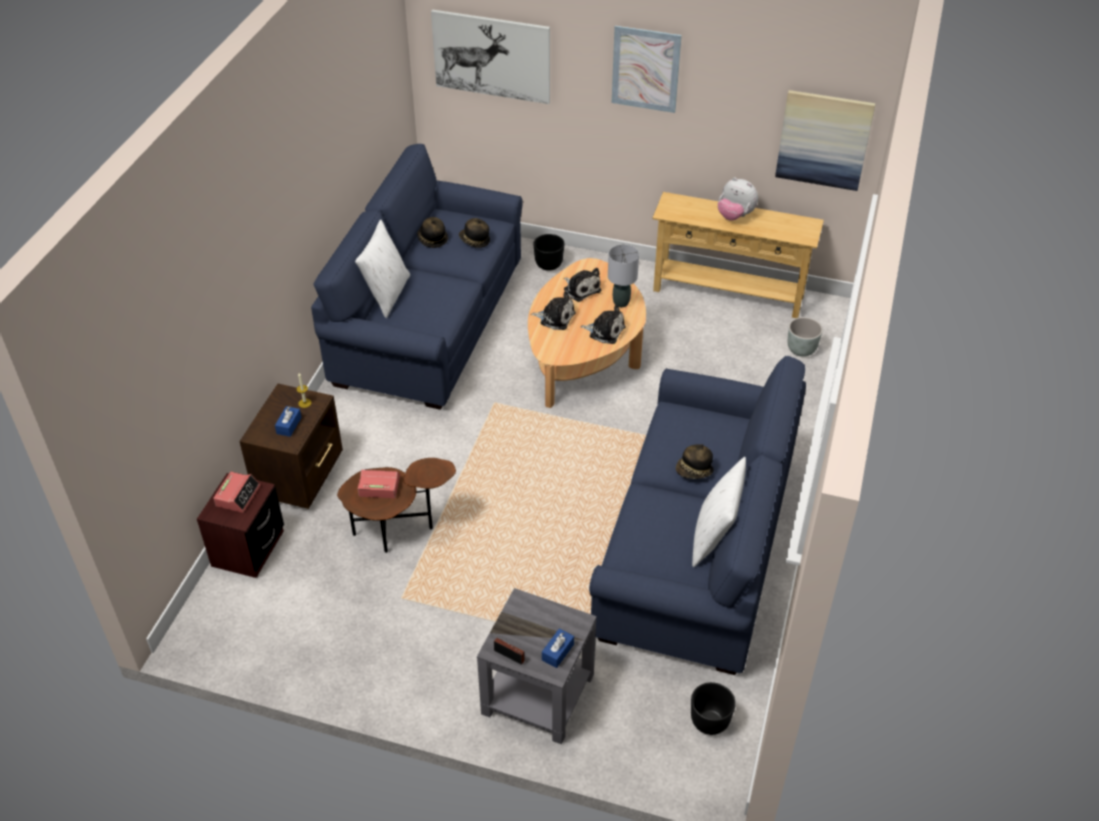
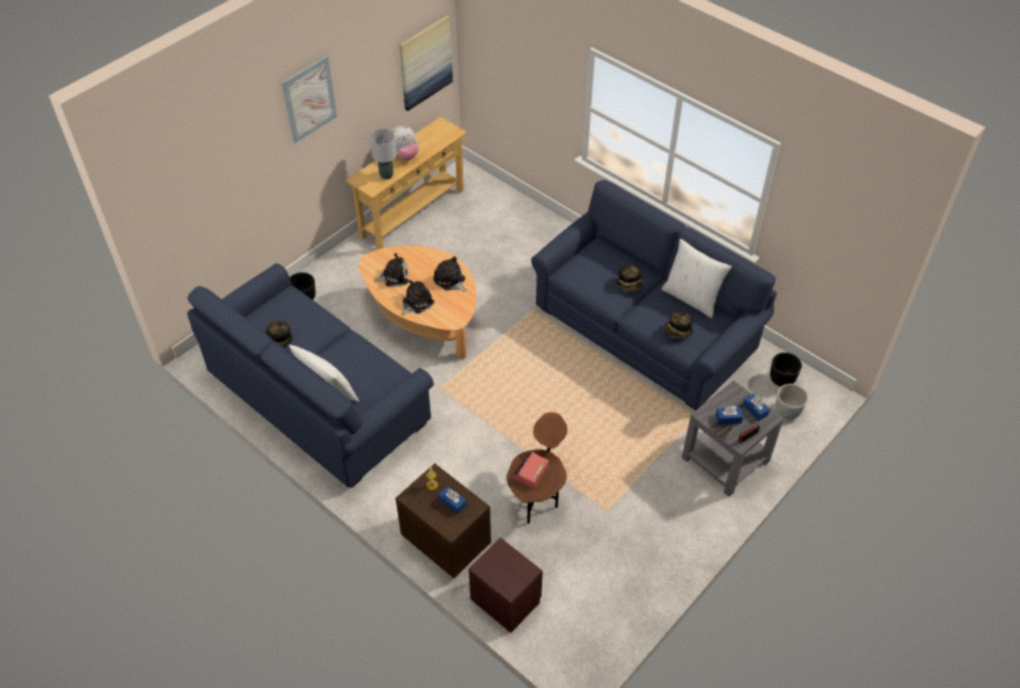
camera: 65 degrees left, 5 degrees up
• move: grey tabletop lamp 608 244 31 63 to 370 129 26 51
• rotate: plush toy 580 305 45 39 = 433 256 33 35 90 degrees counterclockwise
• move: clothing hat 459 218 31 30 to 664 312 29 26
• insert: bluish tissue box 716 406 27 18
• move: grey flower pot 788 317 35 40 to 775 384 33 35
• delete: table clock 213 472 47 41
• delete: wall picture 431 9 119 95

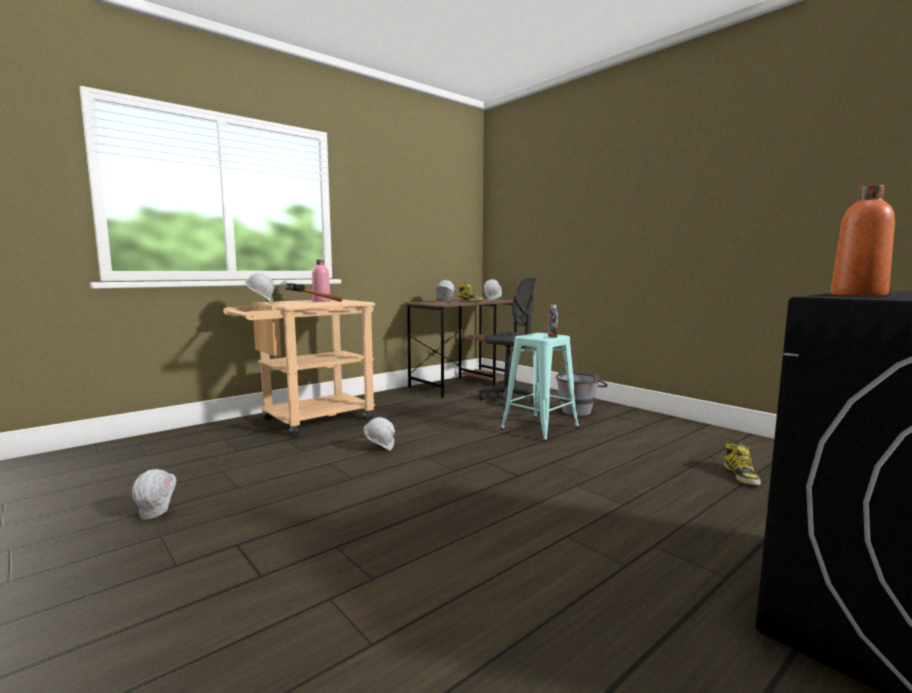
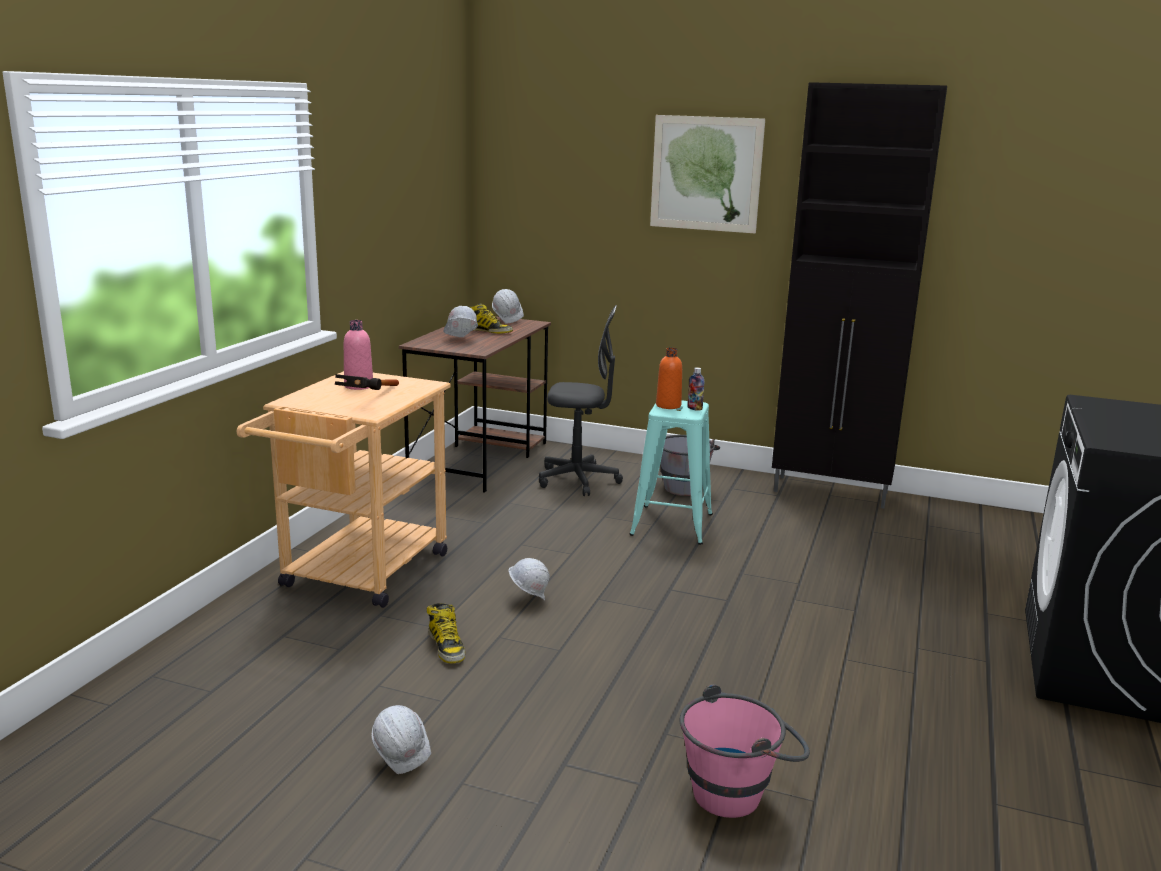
camera: 30 degrees left, 10 degrees up
• move: high-top boot 723 444 38 42 to 427 603 38 61
• insert: wall picture 650 115 115 118
• move: orangey beverage bottle 831 185 64 111 to 656 347 26 62
• insert: pinkish bucket 680 684 130 134
• insert: blackish storage cabinet 772 82 175 427
• delete: white-coloured safety helmet 245 273 30 30

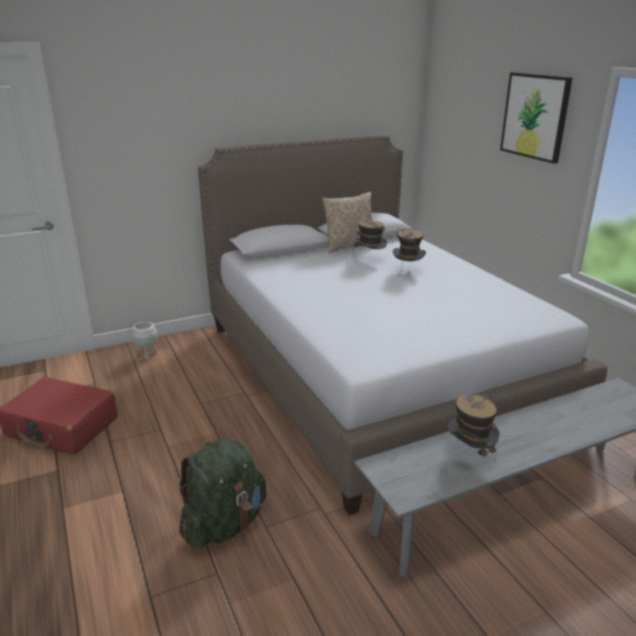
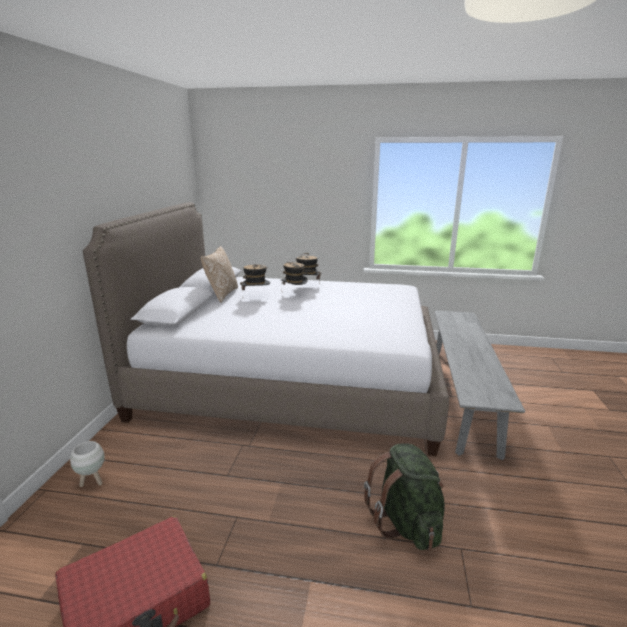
camera: 55 degrees left, 5 degrees down
• move: clothing hat 447 393 52 71 to 295 252 26 33
• delete: wall picture 500 72 72 92

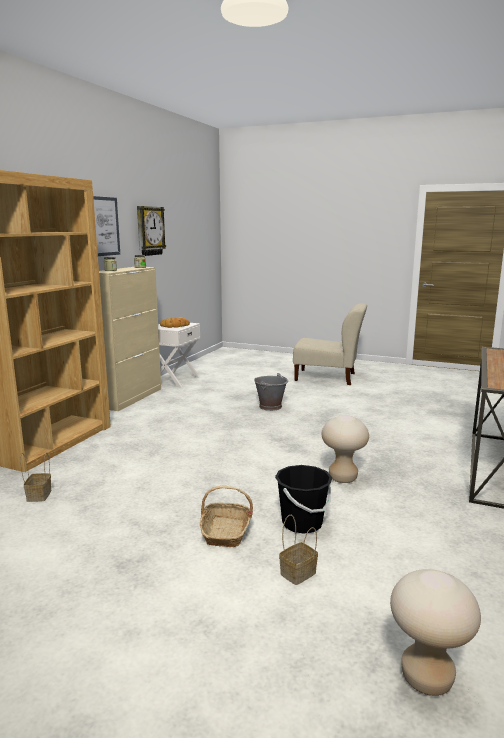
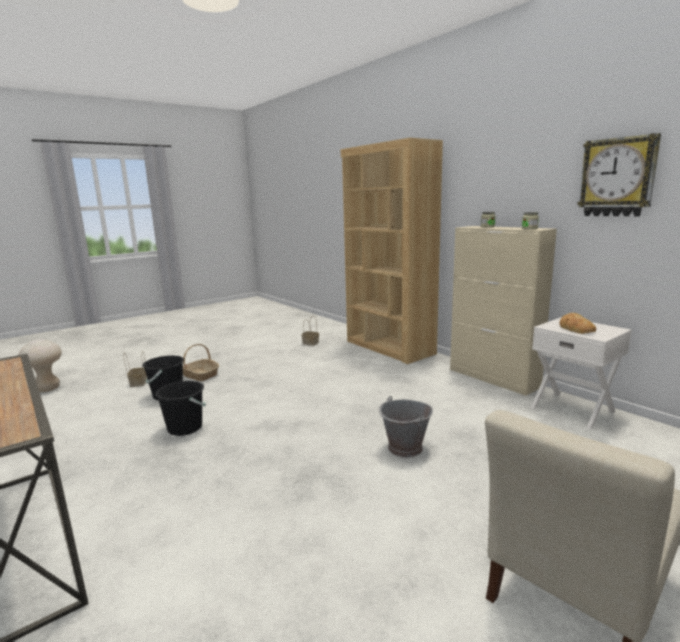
camera: 120 degrees right, 0 degrees up
• replace: sand-coloured stool 322 415 47 68 to blackish bucket 155 381 51 55
• delete: wall picture 93 196 27 60

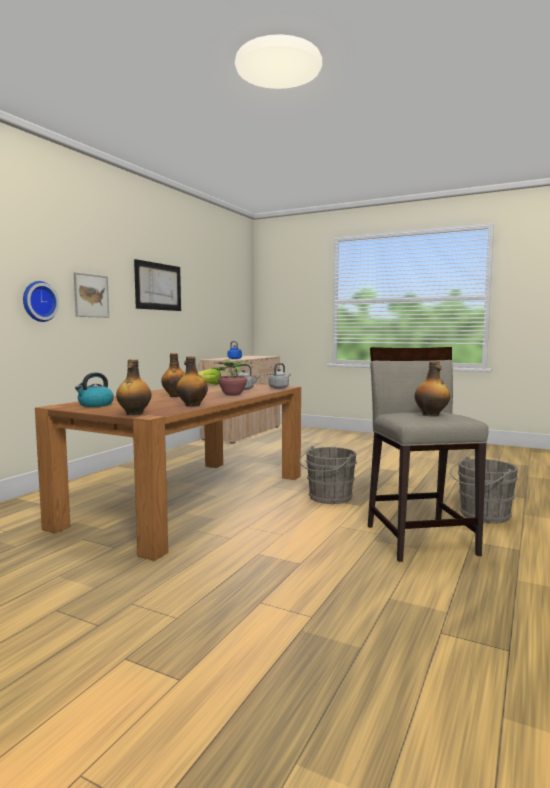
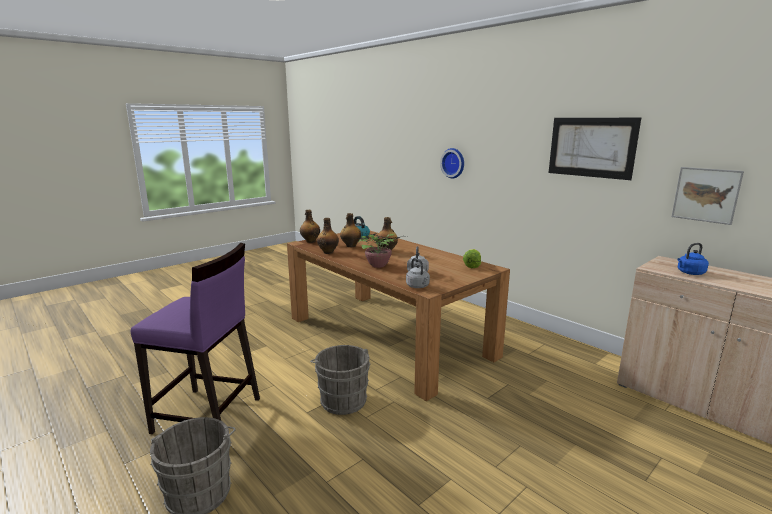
camera: 110 degrees right, 10 degrees up
• recolor: sand-coloured stool 368 347 121 215 to purple-coloured stool 131 243 129 191
• move: beverage bottle 415 361 35 55 to 340 213 21 34
• move: wall picture 74 272 35 46 to 672 167 72 58

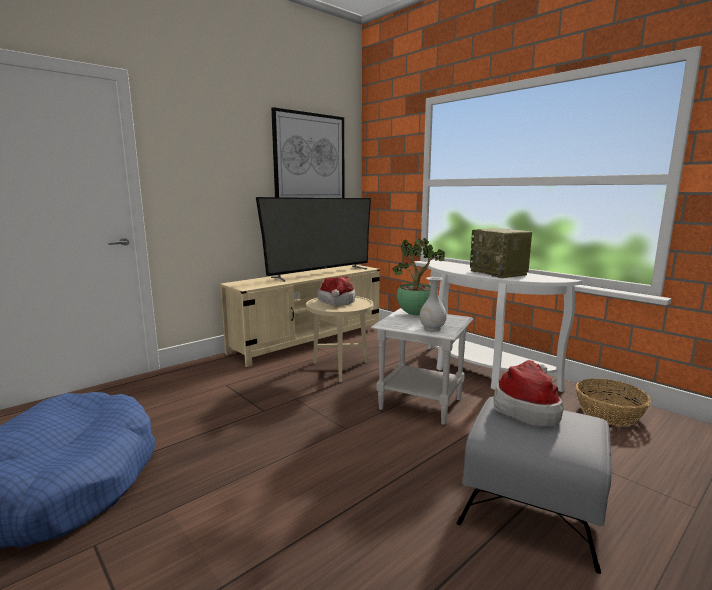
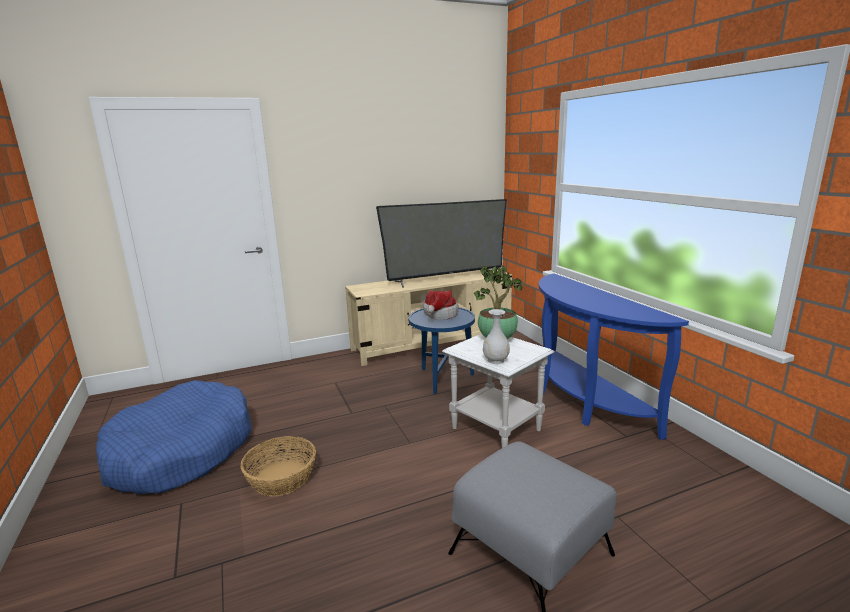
camera: 20 degrees right, 5 degrees up
• move: basket 576 378 75 48 to 241 436 75 61
• recolor: sand-coloured side table 306 296 67 86 to bluish side table 409 307 66 87
• recolor: white-coloured hall table 426 260 156 132 to bluish hall table 539 273 150 167
• delete: wall picture 271 107 74 91
• delete: radio set 470 228 62 50
• delete: clothing hat 493 360 70 67

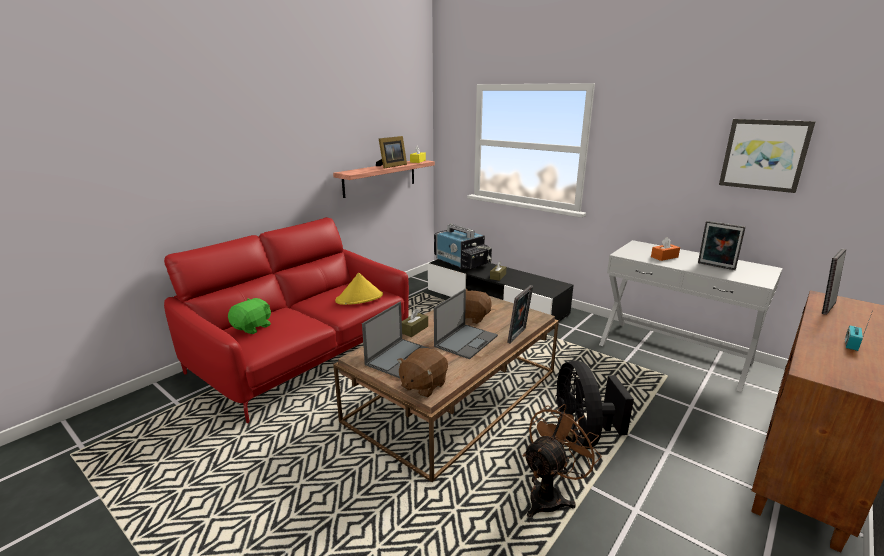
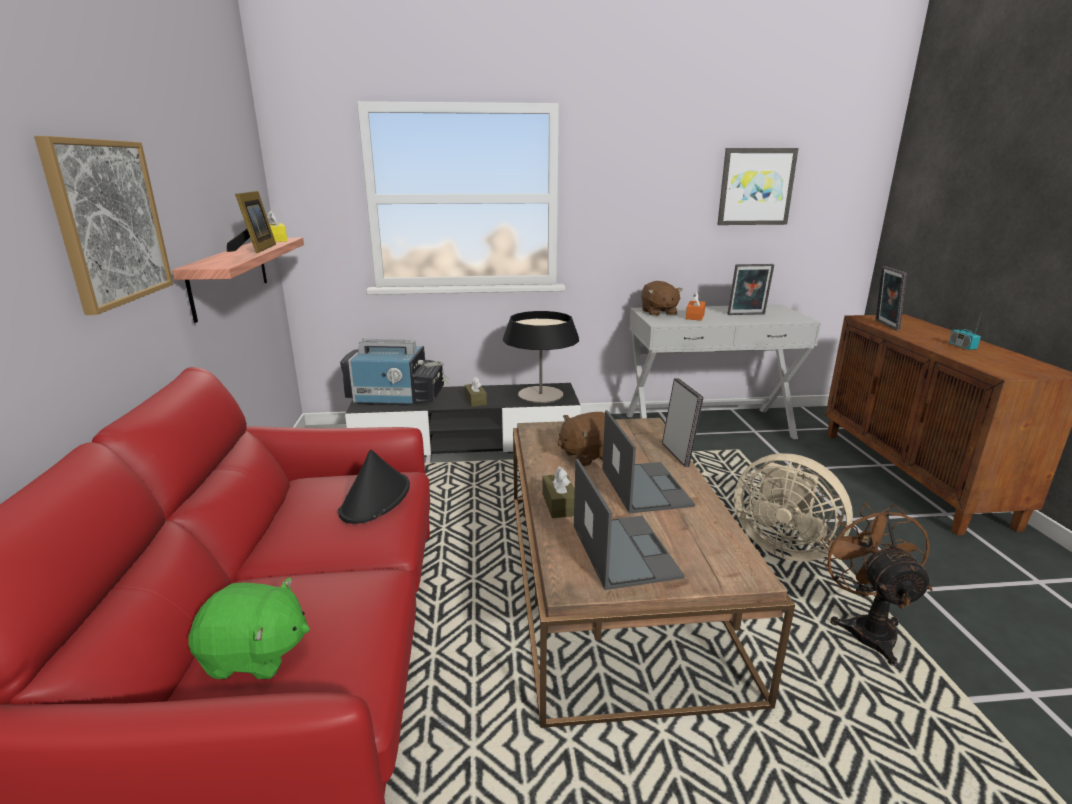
camera: 45 degrees left, 0 degrees up
• insert: wall picture 34 136 139 179
• rotate: green plush toy 228 298 43 36 = 188 577 122 102 105 degrees clockwise
• recolor: yellow clothing hat 335 273 48 32 to blackish clothing hat 338 450 72 74
• insert: tabletop lamp 503 311 76 92
• move: brownish plush toy 397 348 51 50 to 641 281 42 35
• recolor: blackish cooling fan 555 360 79 89 to sand-coloured cooling fan 734 453 119 108

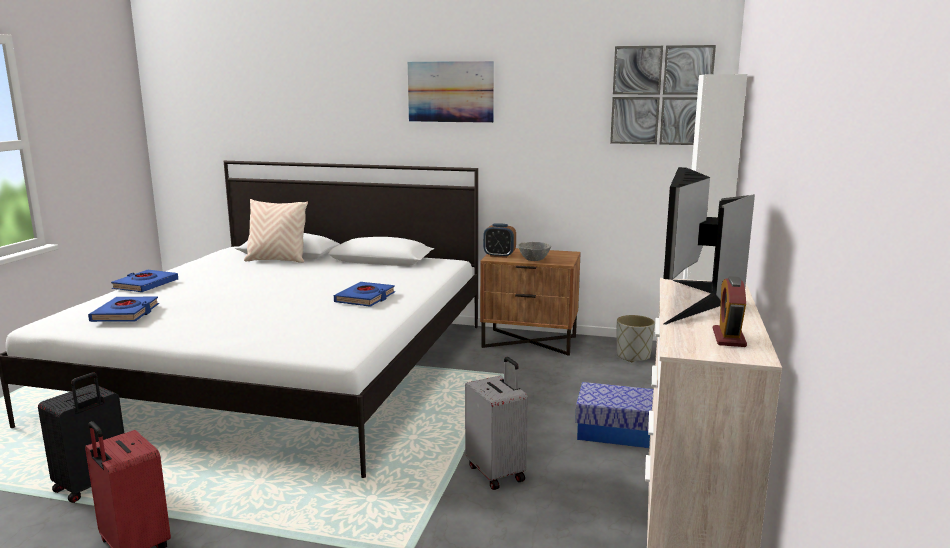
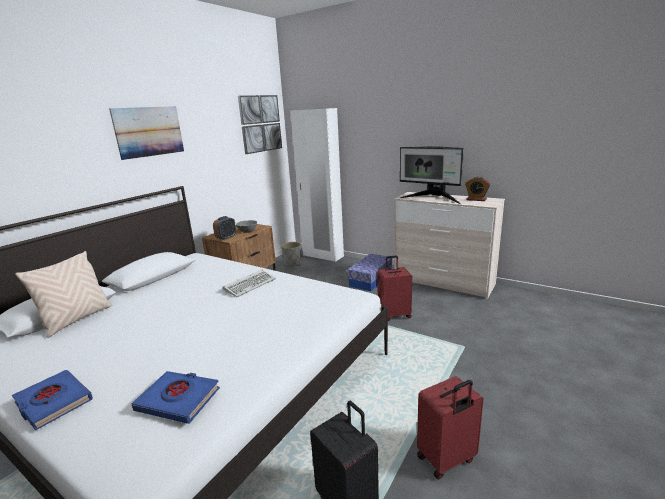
camera: 70 degrees left, 5 degrees up
• replace: bluish volume 334 282 61 25 to PC keyboard 223 269 53 28
• recolor: grey travel case 465 357 63 133 to red travel case 377 256 35 65

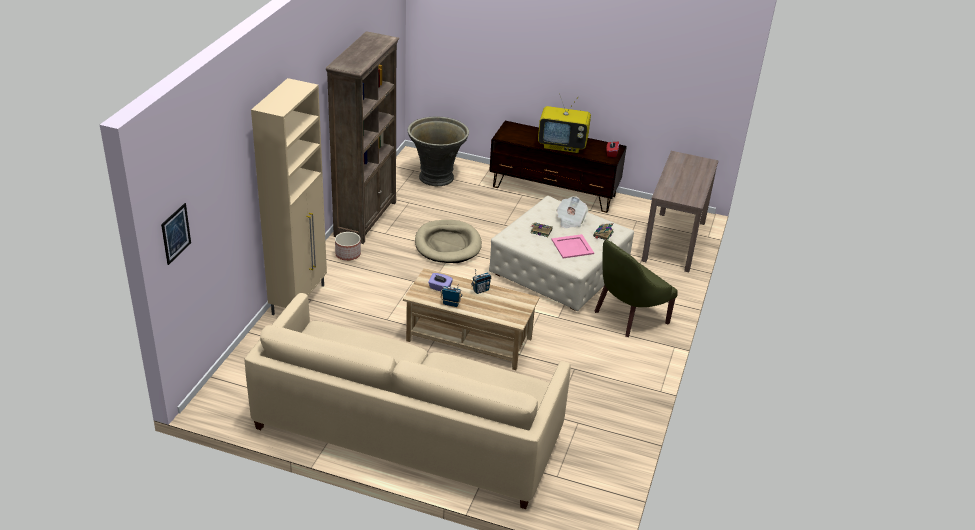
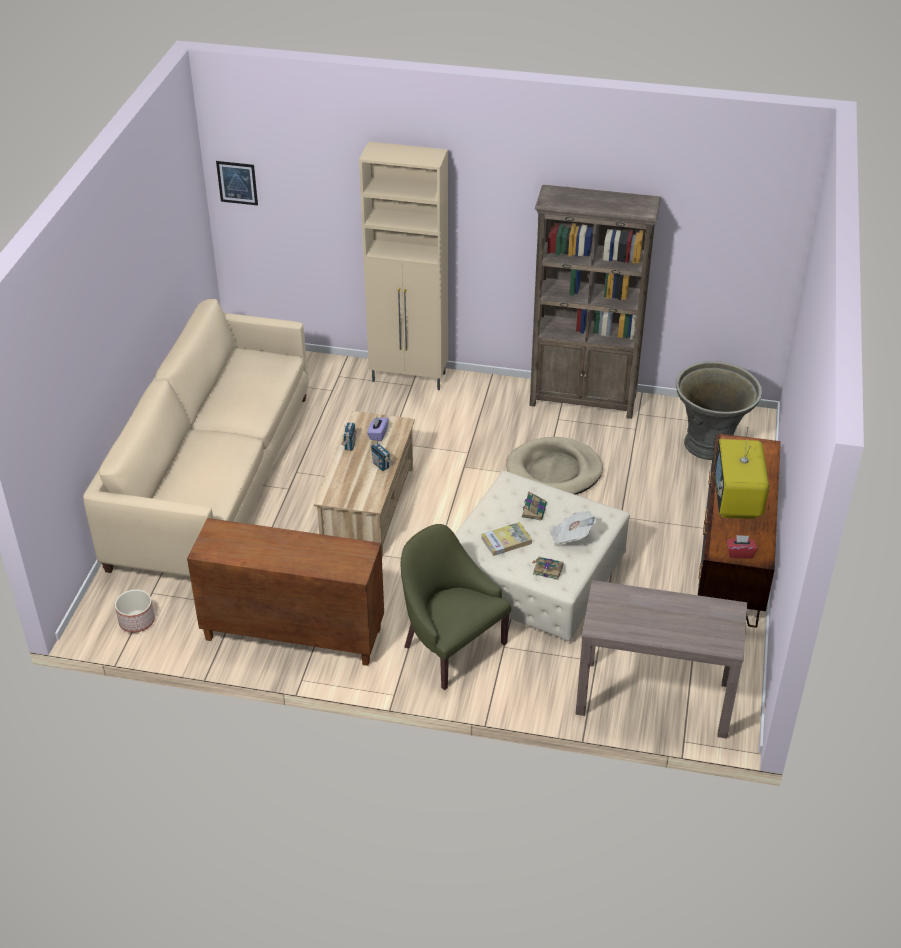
camera: 85 degrees right, 5 degrees up
• move: flower pot 335 232 26 29 to 115 589 40 44
• insert: brownish storage cabinet 187 518 197 148
• replace: pinkish tray 551 234 43 24 to volume 481 522 51 34

